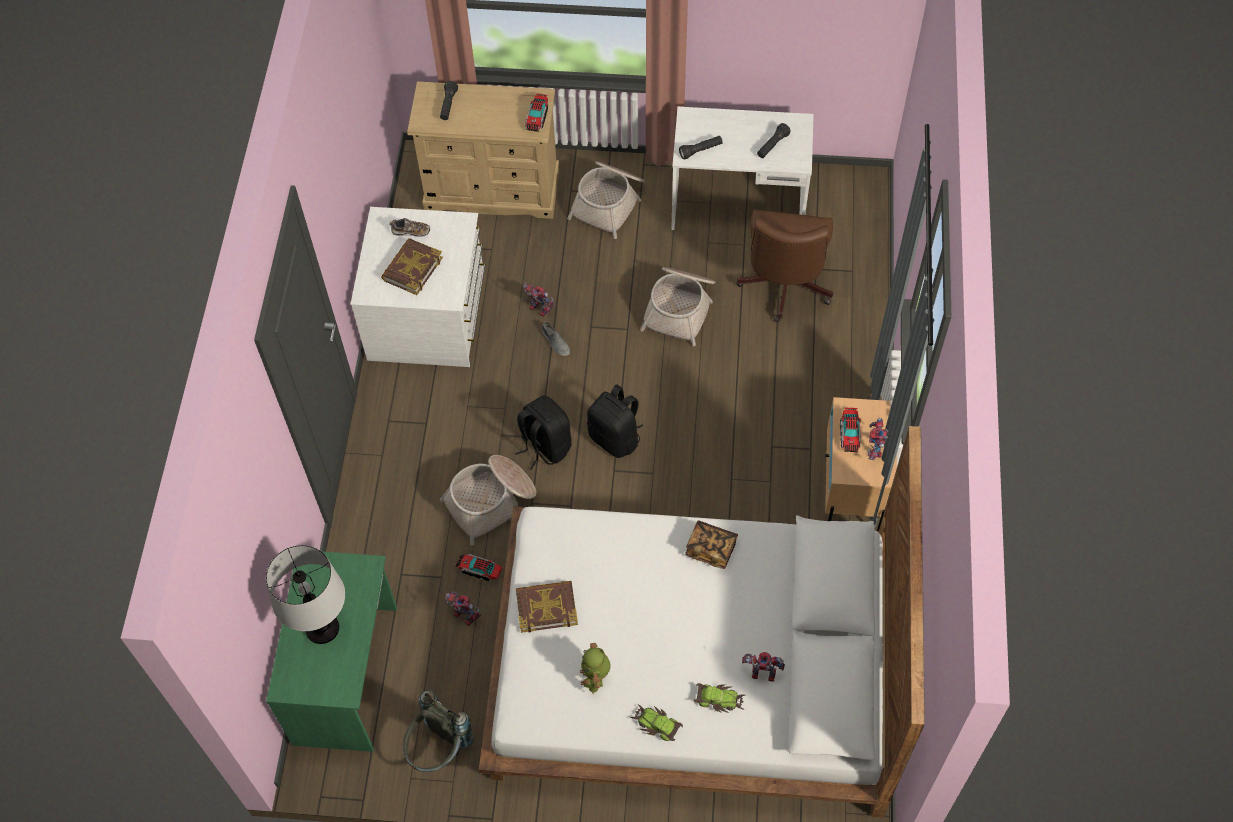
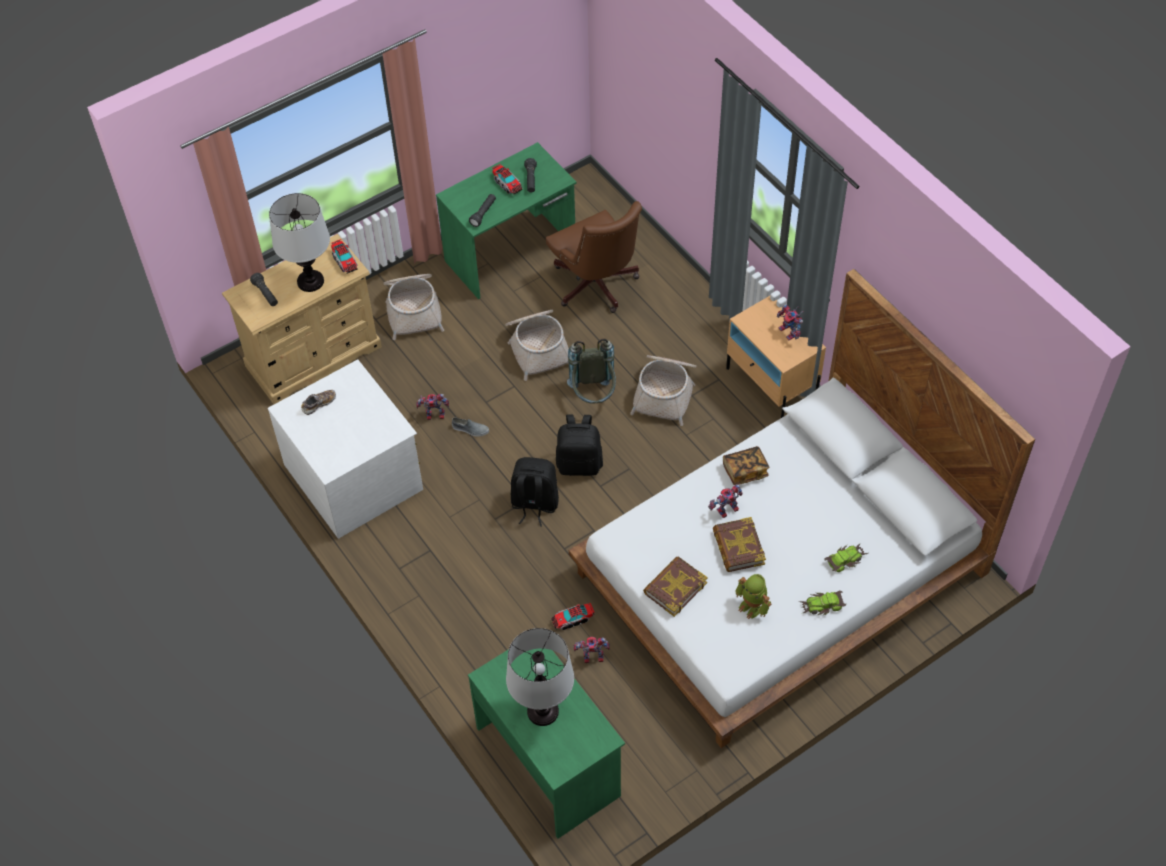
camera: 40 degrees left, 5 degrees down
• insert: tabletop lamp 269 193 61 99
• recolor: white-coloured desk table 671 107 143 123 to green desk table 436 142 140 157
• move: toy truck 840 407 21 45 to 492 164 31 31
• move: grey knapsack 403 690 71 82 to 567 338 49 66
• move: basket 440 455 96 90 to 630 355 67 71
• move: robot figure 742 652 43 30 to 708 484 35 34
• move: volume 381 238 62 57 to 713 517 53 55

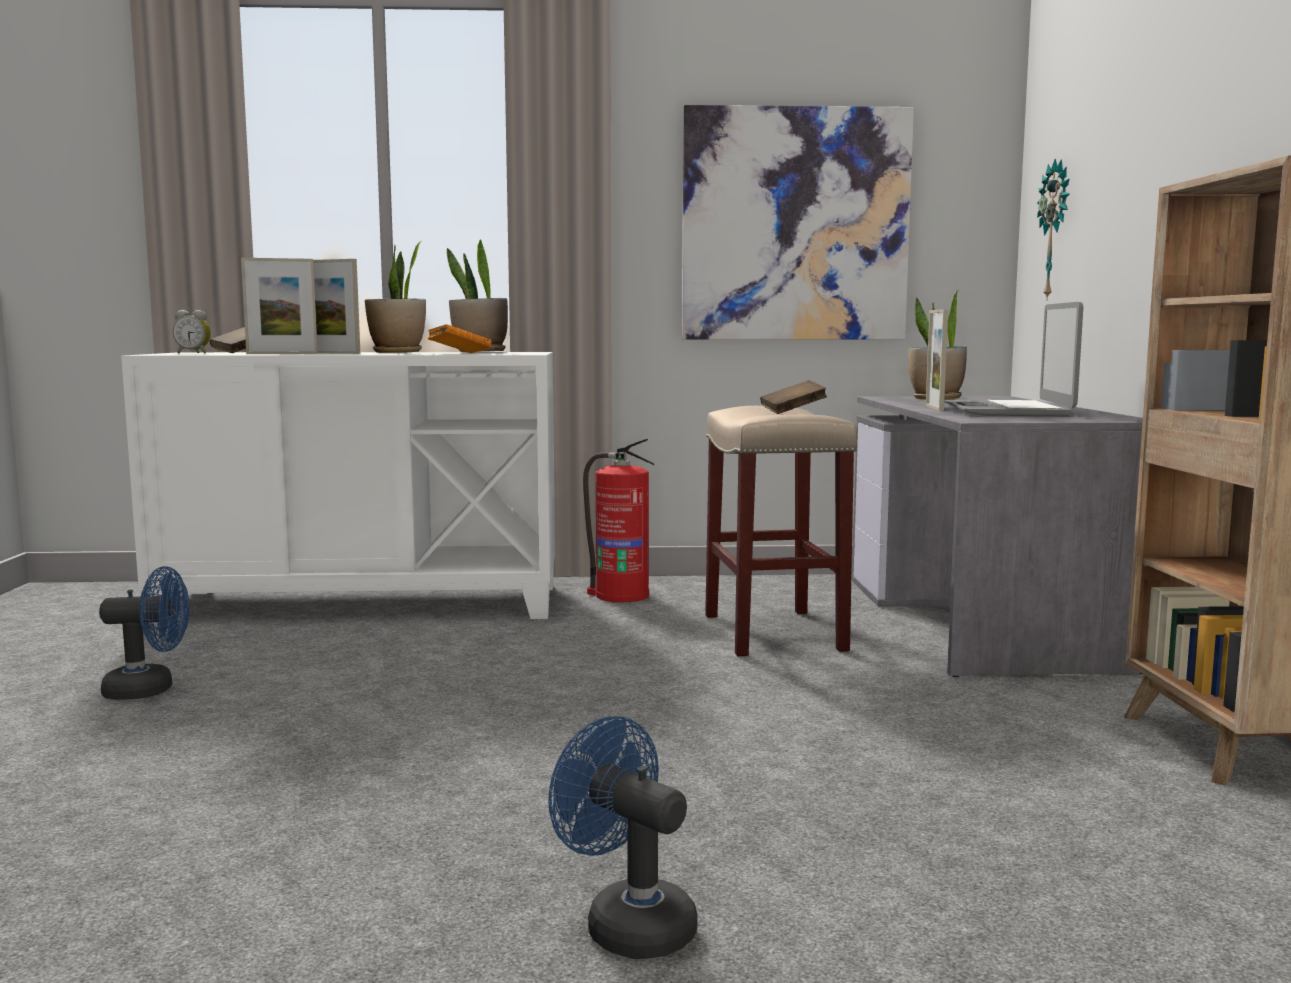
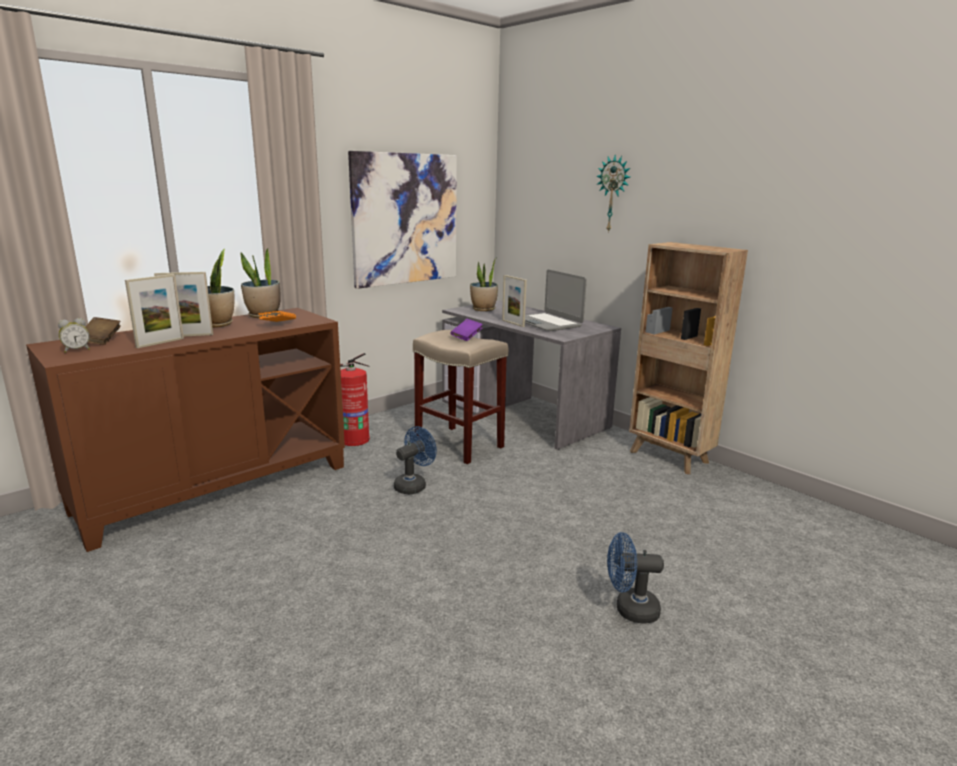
camera: 40 degrees left, 10 degrees up
• recolor: white-coloured storage cabinet 121 352 434 272 to brownish storage cabinet 26 308 319 244
• move: bluish cooling fan 99 566 90 134 to 394 426 43 69
• recolor: brownish volume 760 380 67 34 to purple-coloured volume 451 319 32 22
• move: hanging clock 1037 159 32 139 to 596 155 34 78

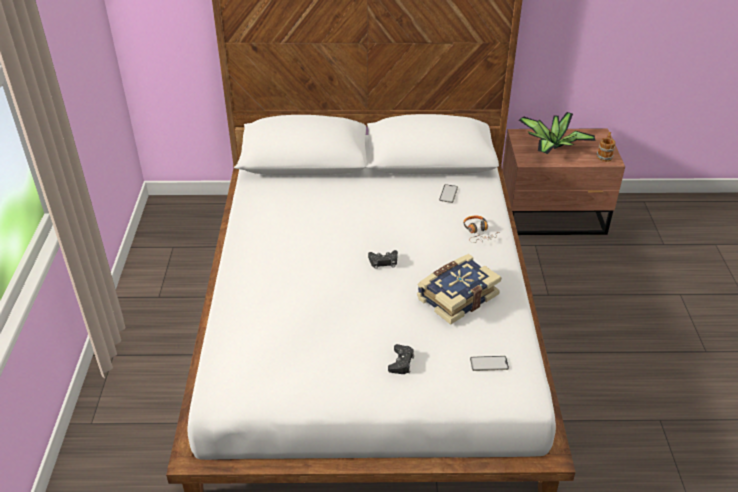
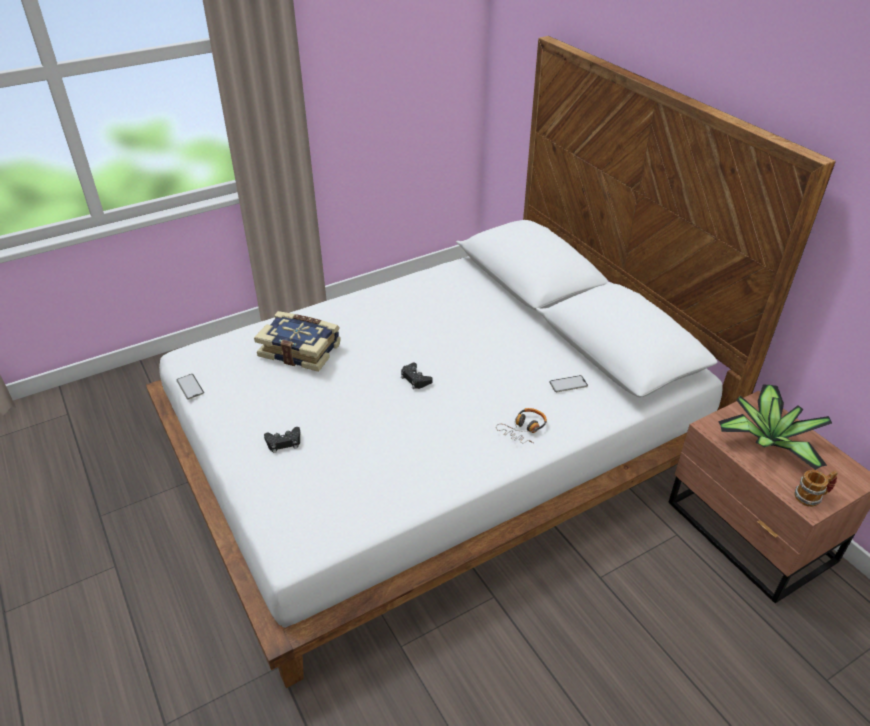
camera: 60 degrees right, 0 degrees up
• move: phone 470 356 39 15 to 176 374 28 25
• move: volume 417 254 84 71 to 254 311 87 61

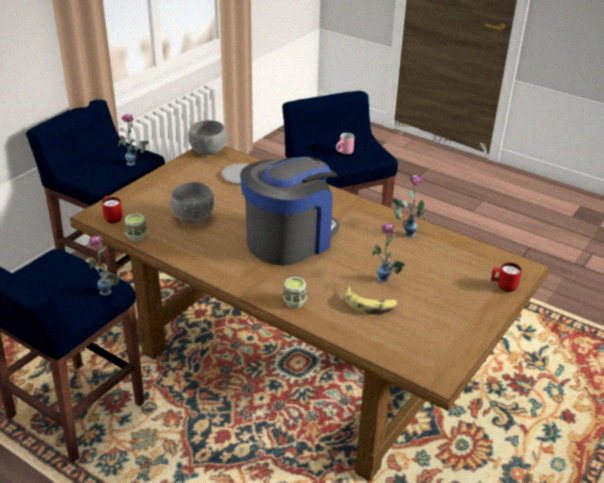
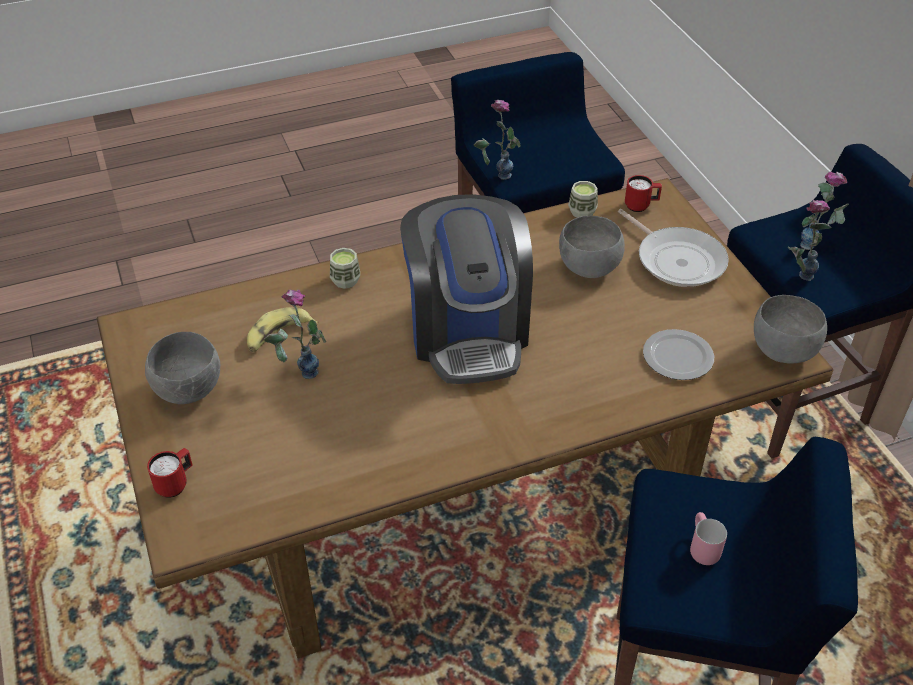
camera: 125 degrees right, 10 degrees up
• insert: grey deep dish 145 332 75 72
• insert: pan 618 209 111 78
• move: decorative vase 392 175 34 63 to 800 171 49 79

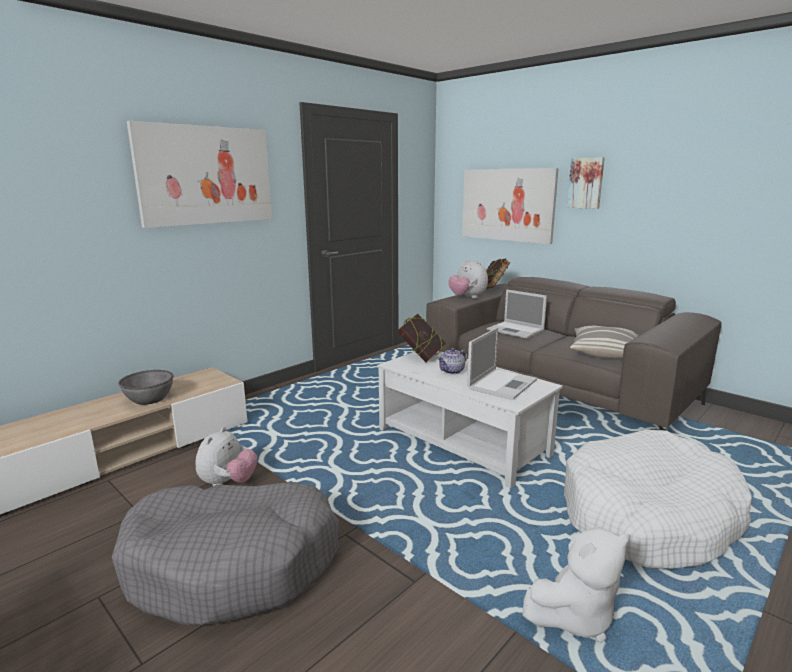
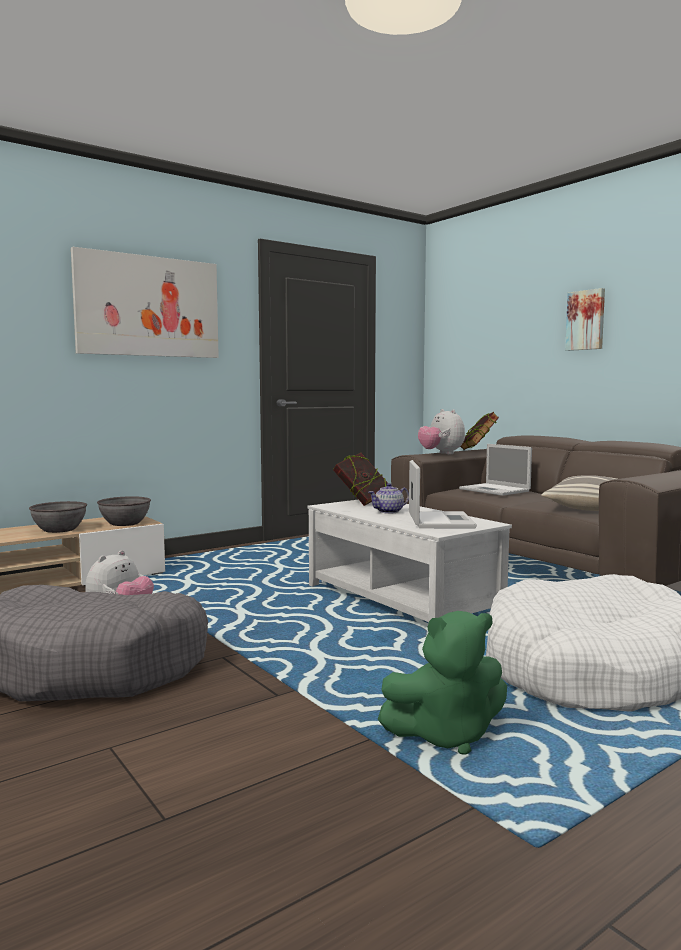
camera: 10 degrees right, 10 degrees down
• insert: grey deep dish 97 496 54 30
• recolor: white-coloured plush toy 523 527 107 115 to green plush toy 378 611 129 144
• rotate: notebook computer 467 327 70 73 = 409 460 68 68 45 degrees counterclockwise
• delete: wall picture 462 168 97 76

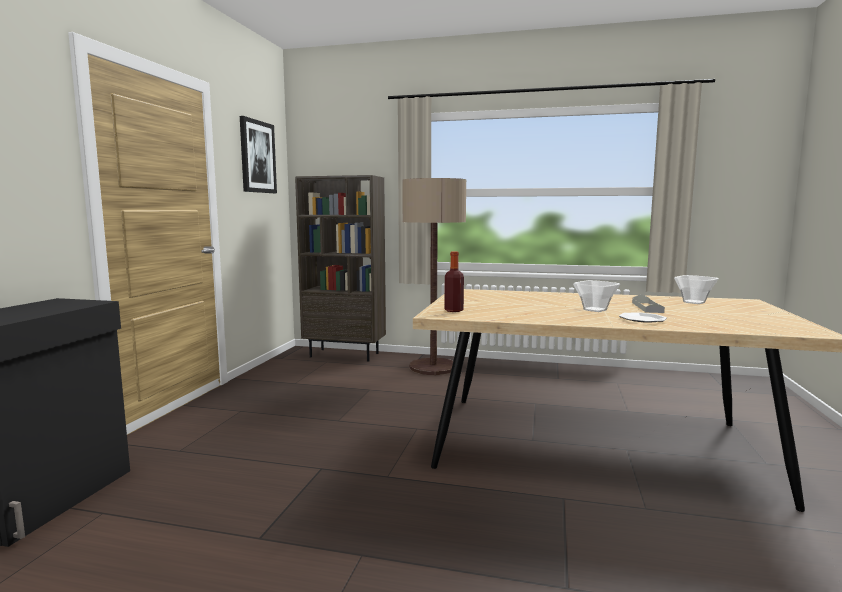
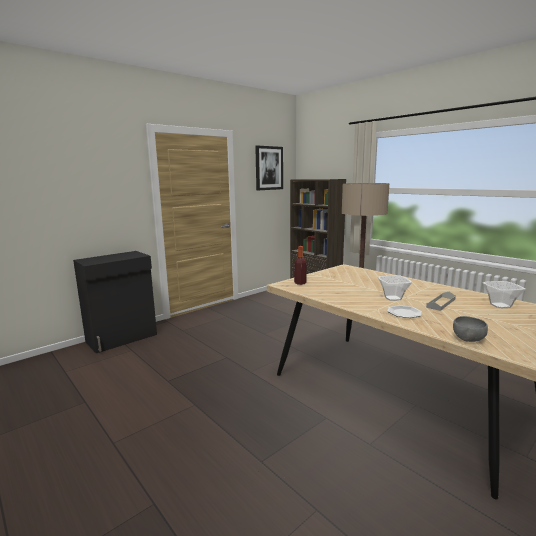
camera: 35 degrees right, 5 degrees up
• insert: grey deep dish 453 316 35 26

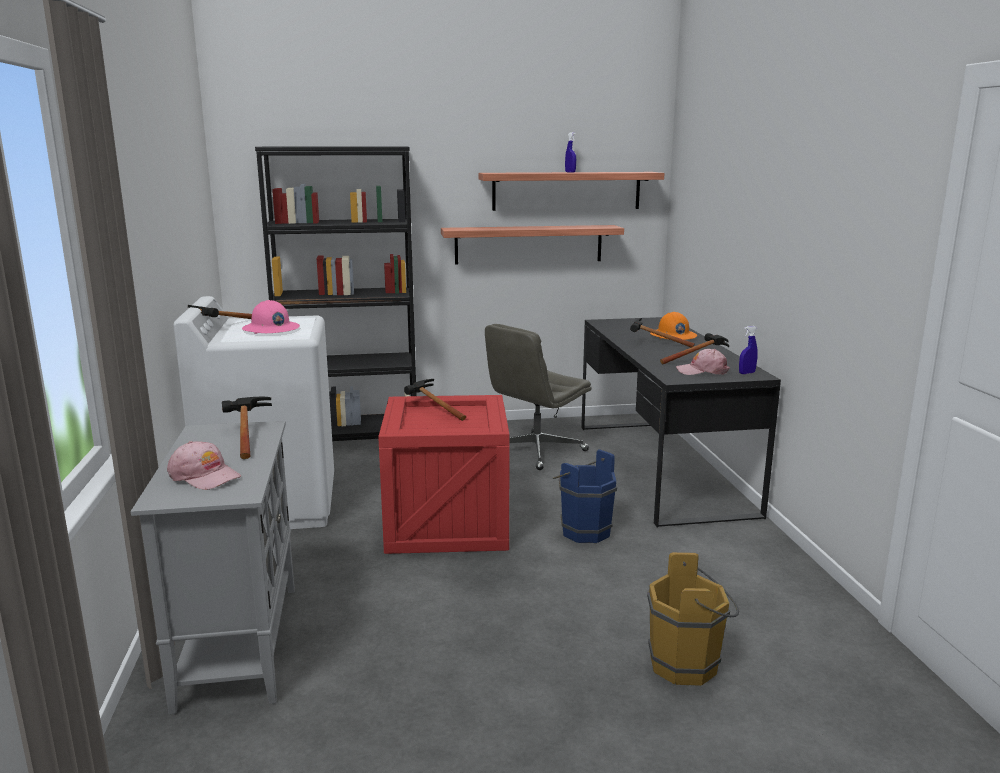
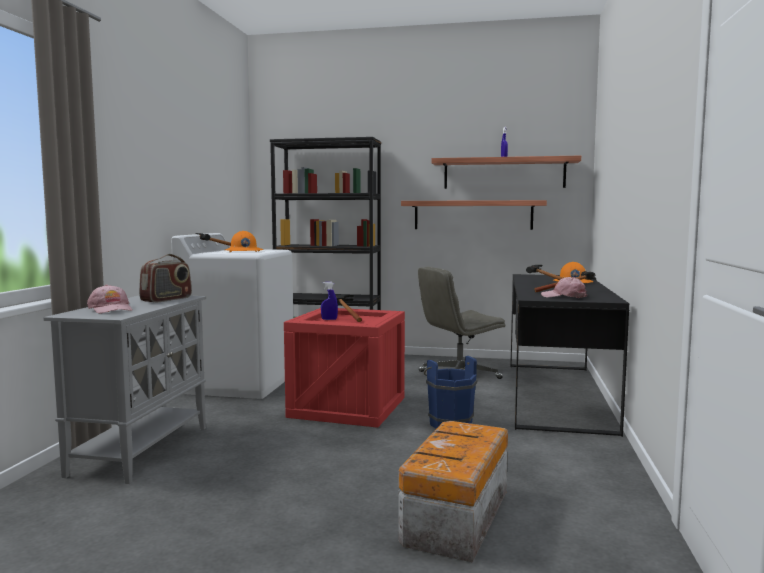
camera: 20 degrees right, 10 degrees down
• replace: hammer 222 397 50 62 to radio set 139 254 53 48
• recolor: pinkish safety helmet 242 300 58 34 to orangey safety helmet 225 231 39 21
• move: bluish sprayer 739 326 19 48 to 321 282 17 38
• replace: brownish bucket 647 552 92 134 to storage bin 398 421 110 141

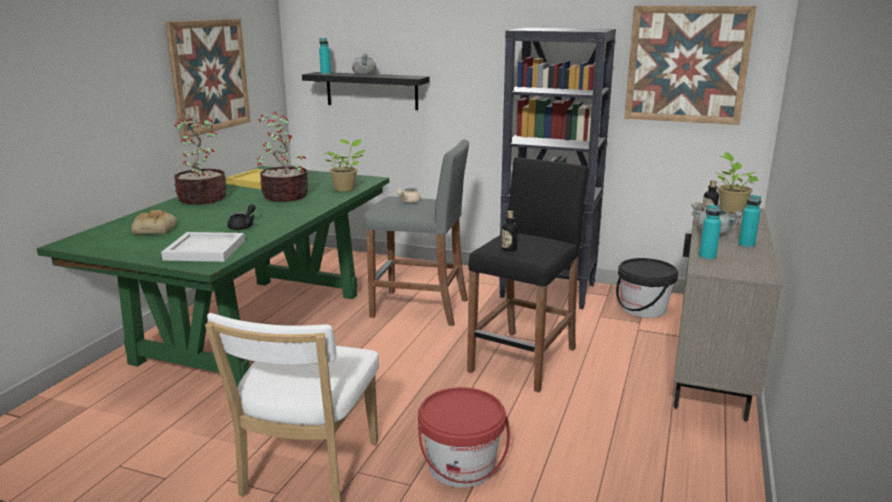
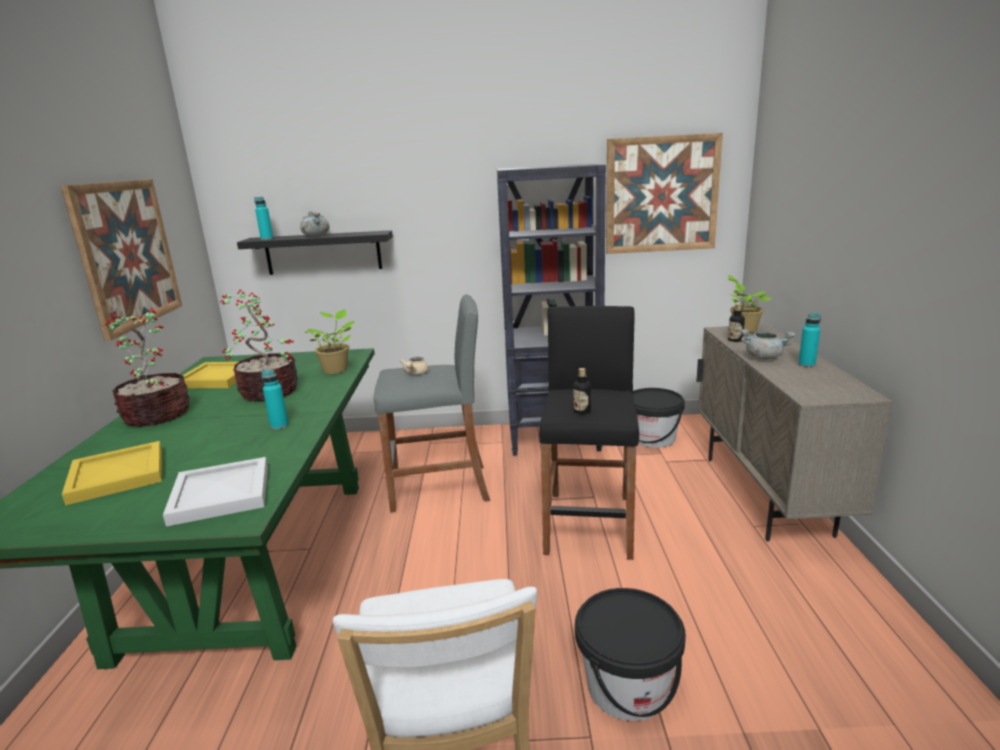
camera: 20 degrees left, 0 degrees up
• replace: baked bread 131 210 46 25 to yellow tray 62 441 100 64
• move: turquoise-coloured beverage bottle 699 205 22 55 to 261 370 28 60
• recolor: red bucket 418 387 92 101 to blackish bucket 575 588 111 133
• delete: blackish tea pot 227 204 29 26

